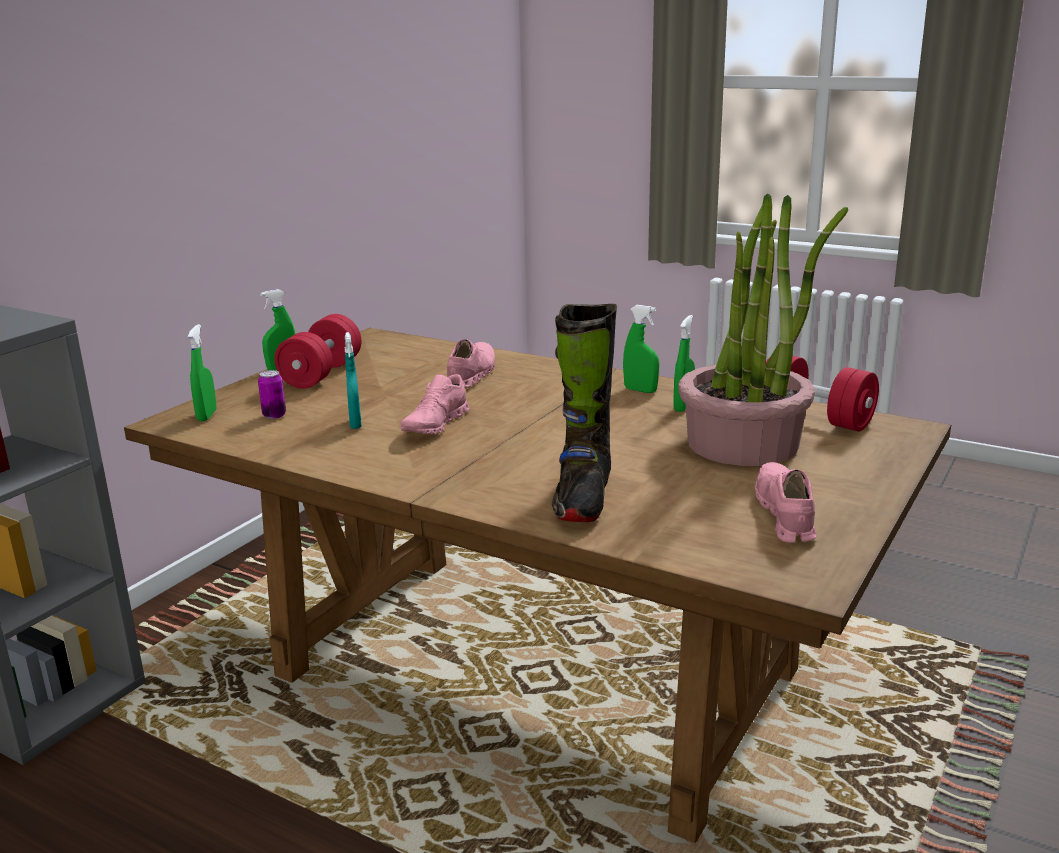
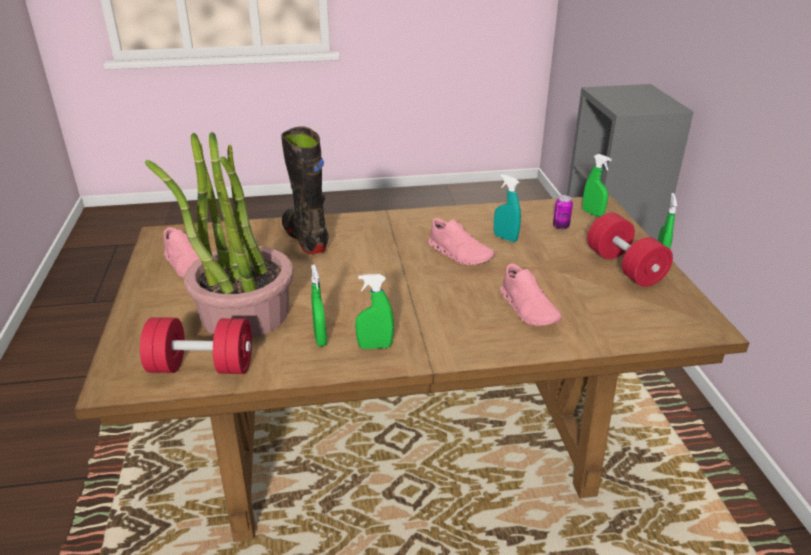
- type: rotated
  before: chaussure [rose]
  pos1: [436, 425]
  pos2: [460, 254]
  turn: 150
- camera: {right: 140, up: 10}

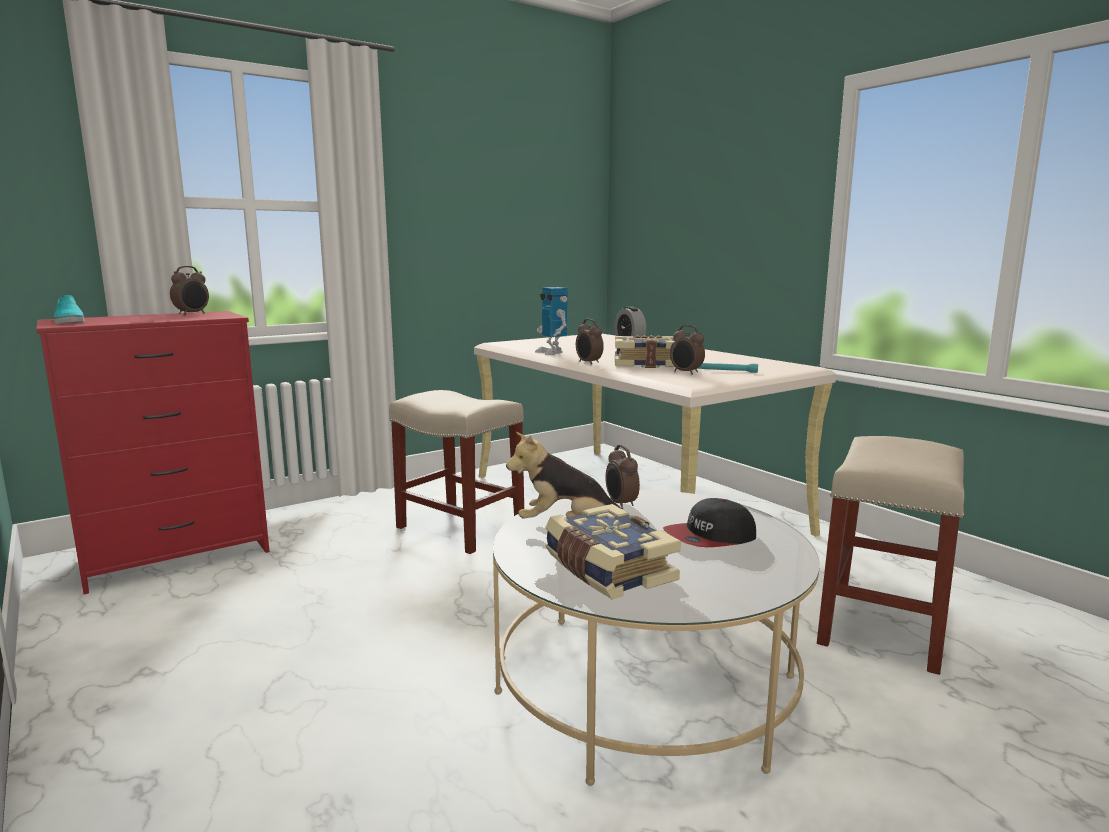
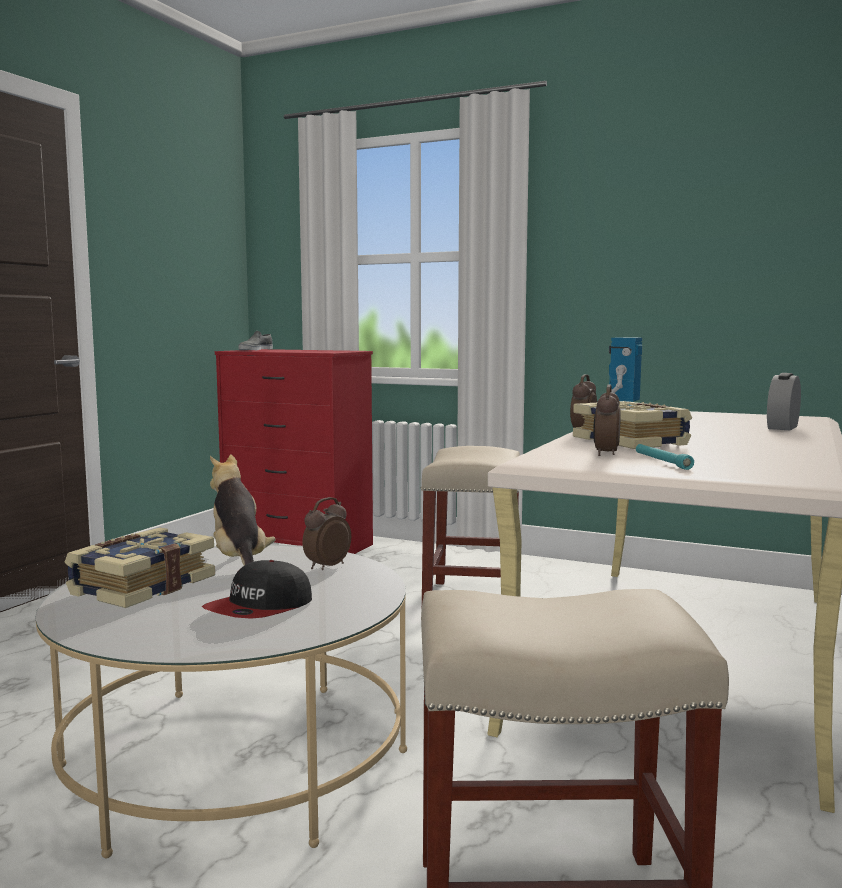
- type: gone
  before: réveil
  pos1: [192, 314]
- type: repainted
  before: chaussure [turquoise]
  after: chaussure [gris]
  pos1: [69, 321]
  pos2: [255, 350]
- type: rotated
  before: casquette
  pos1: [710, 537]
  pos2: [260, 608]
  turn: -90
- camera: {right: 60, up: -5}

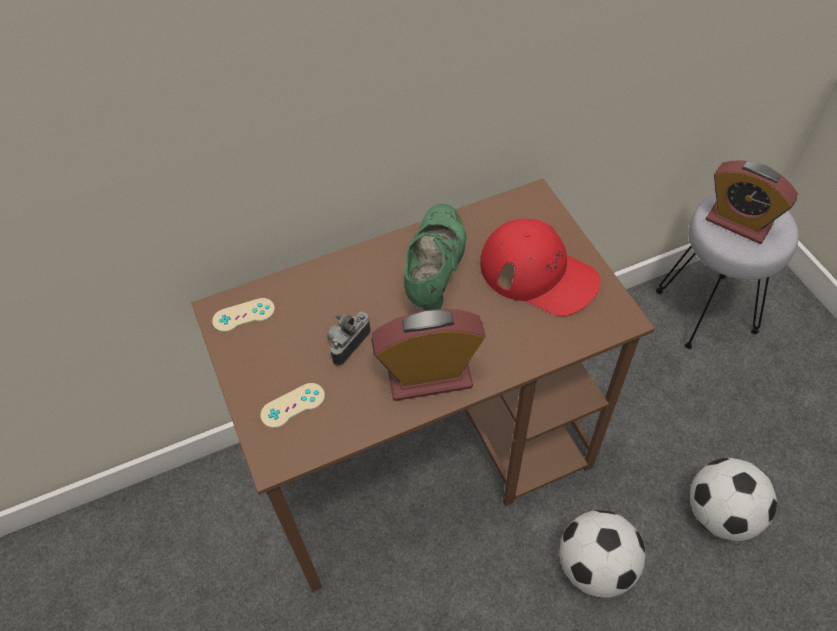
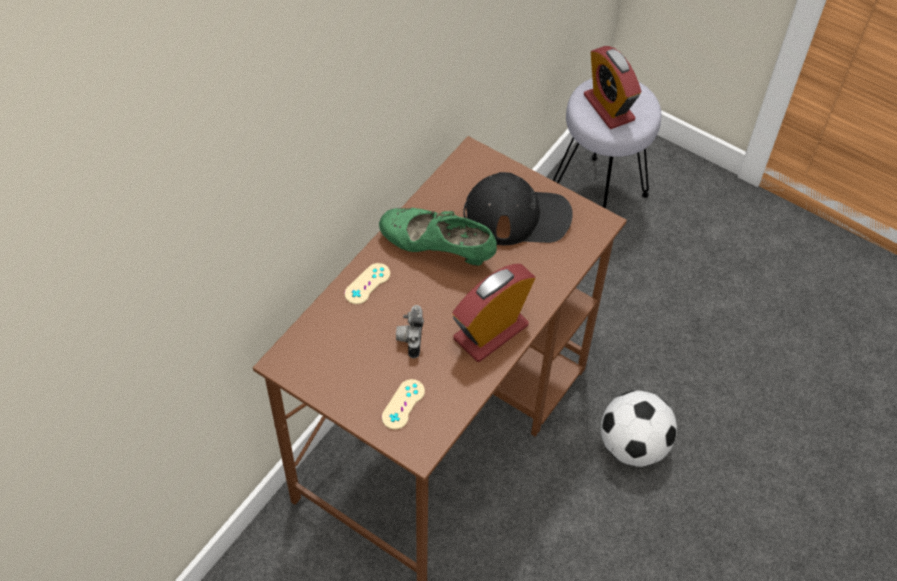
- type: gone
  before: ballon de foot
  pos1: [721, 513]
- type: shifted
  before: manette [beige]
  pos1: [243, 315]
  pos2: [367, 284]
- type: repainted
  before: casquette [rouge]
  after: casquette [noir]
  pos1: [538, 273]
  pos2: [517, 216]
- type: rotated
  before: chaussure [vert]
  pos1: [435, 272]
  pos2: [437, 250]
  turn: -45
- type: rotated
  before: réveil
  pos1: [738, 222]
  pos2: [608, 107]
  turn: 60
- camera: {right: -35, up: 0}

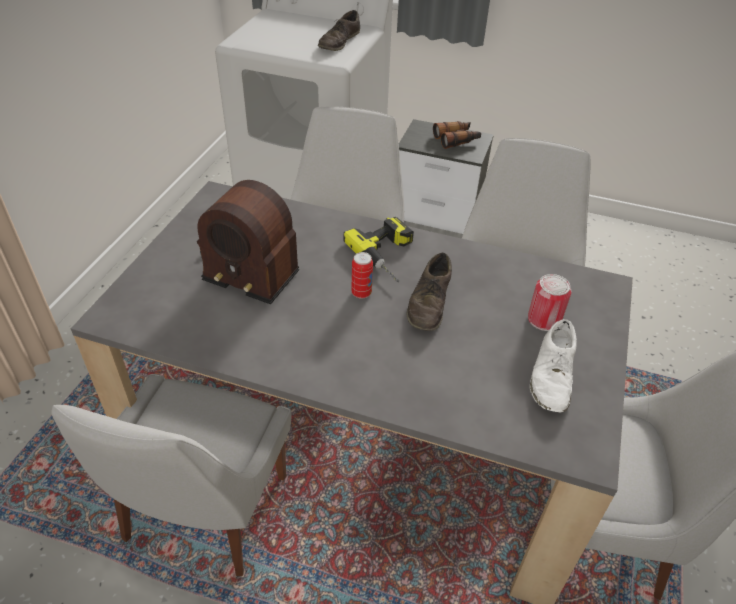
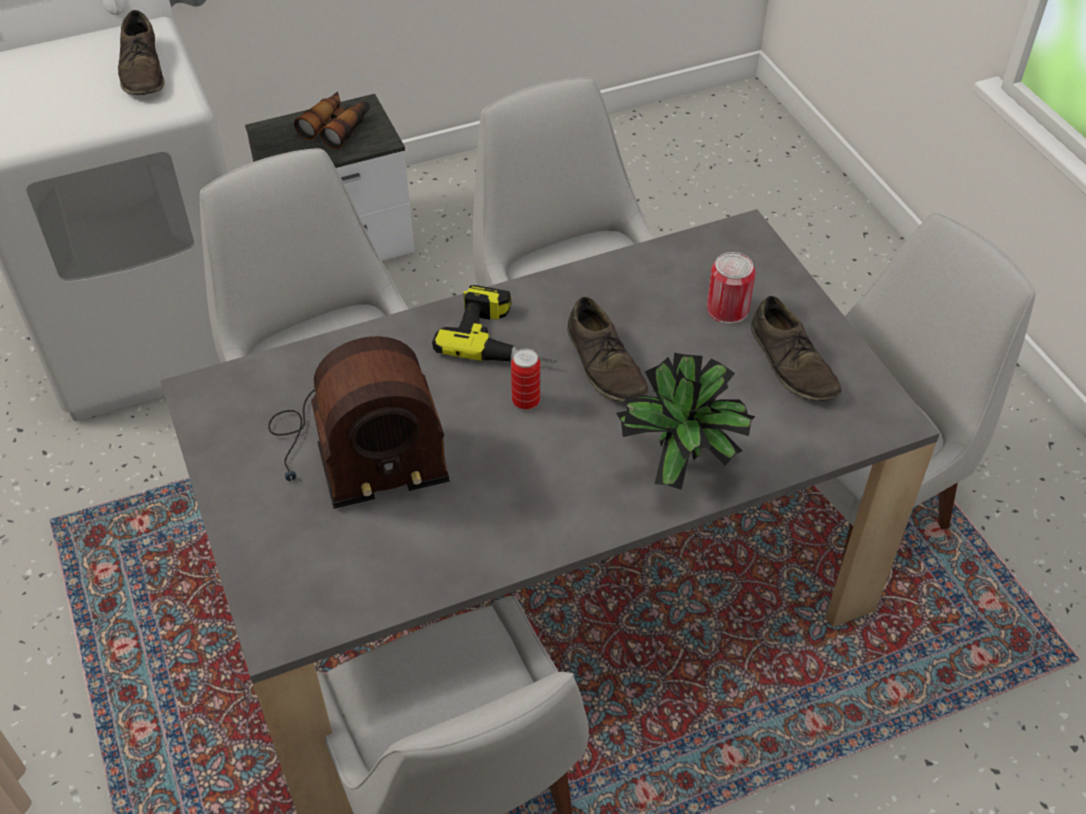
- type: new
  after: plante en pot
  pos2: [681, 468]
- type: repainted
  before: chaussure [blanc]
  after: chaussure [marron]
  pos1: [552, 375]
  pos2: [792, 363]
- camera: {right: -40, up: 5}

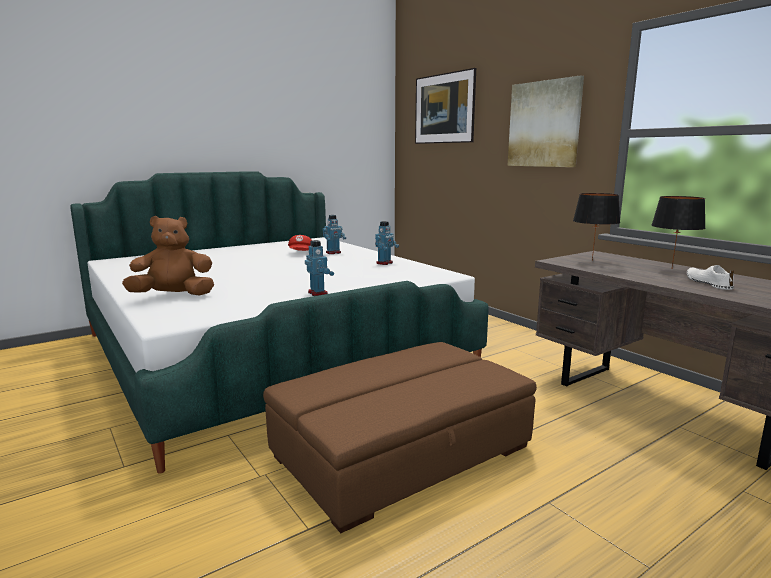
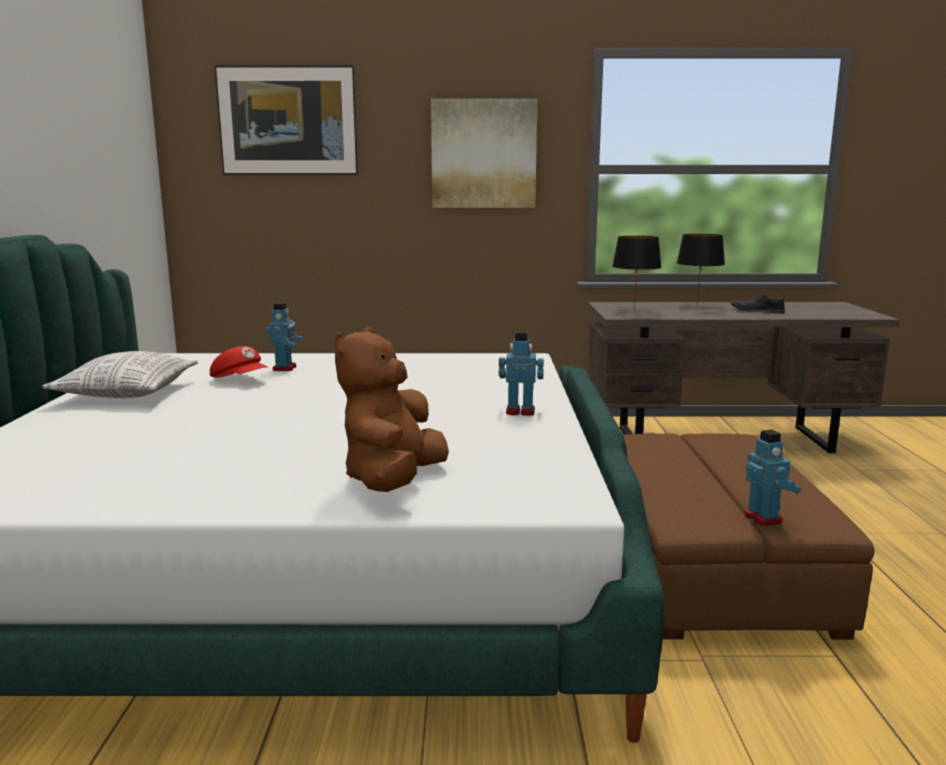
- type: new
  after: coussin
  pos2: [127, 393]
- type: shifted
  before: robot jouet
  pos1: [385, 263]
  pos2: [764, 518]
- type: repainted
  before: chaussure [blanc]
  after: chaussure [noir]
  pos1: [708, 283]
  pos2: [756, 311]
- camera: {right: -55, up: 0}

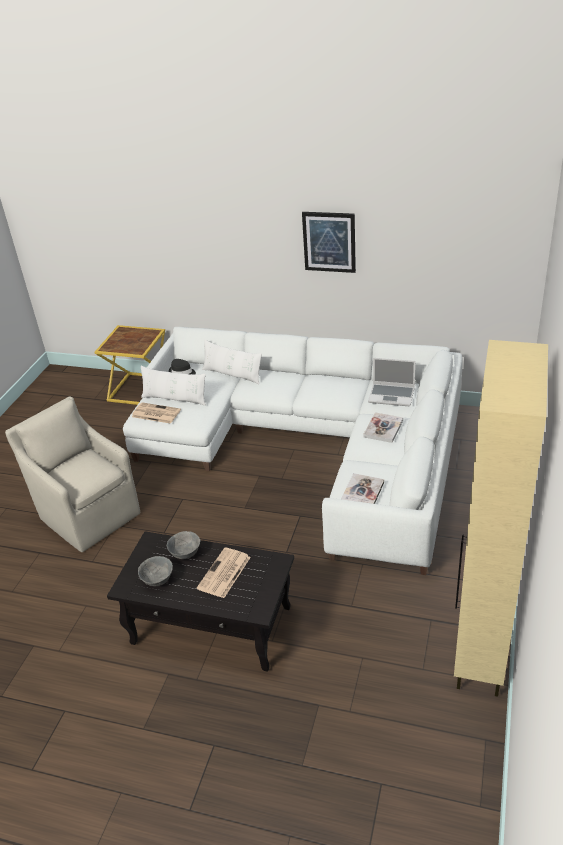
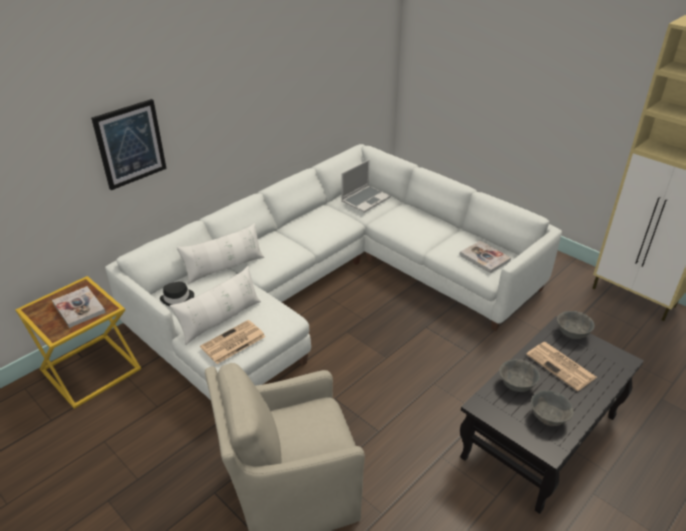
- type: new
  after: bol [gris]
  pos2: [572, 333]
- type: shifted
  before: tableau
  pos1: [329, 242]
  pos2: [130, 144]
- type: shifted
  before: livre
  pos1: [383, 428]
  pos2: [79, 308]
- camera: {right: -65, up: 0}

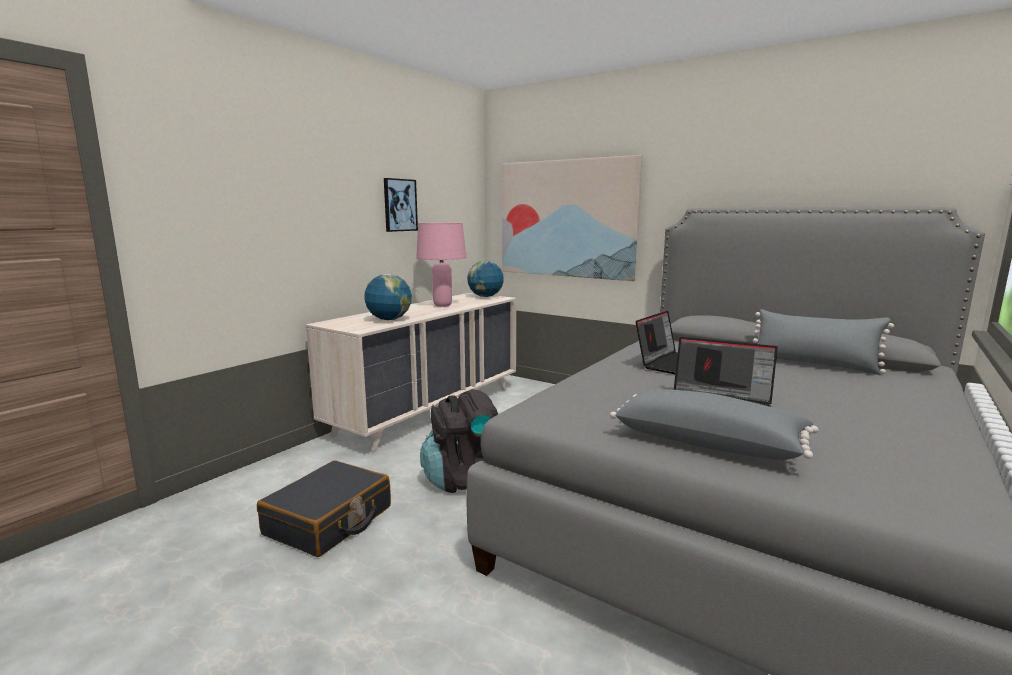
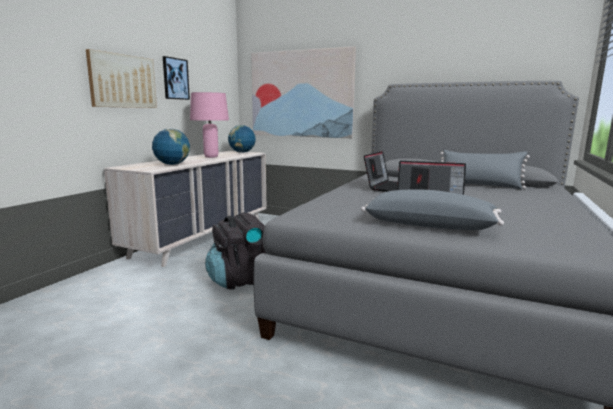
- type: gone
  before: valise [noir]
  pos1: [329, 521]
- type: new
  after: tableau
  pos2: [122, 81]
- camera: {right: -10, up: 0}

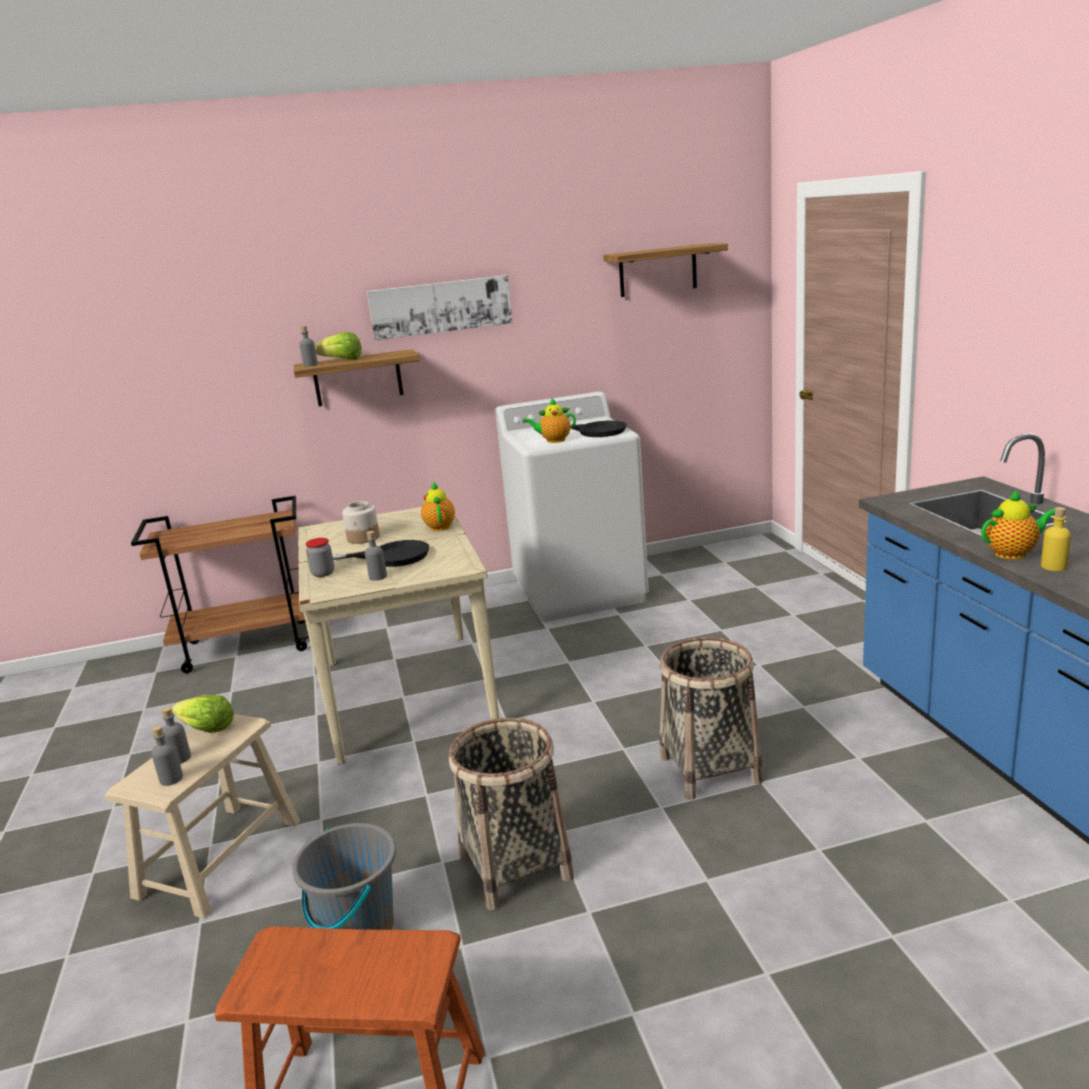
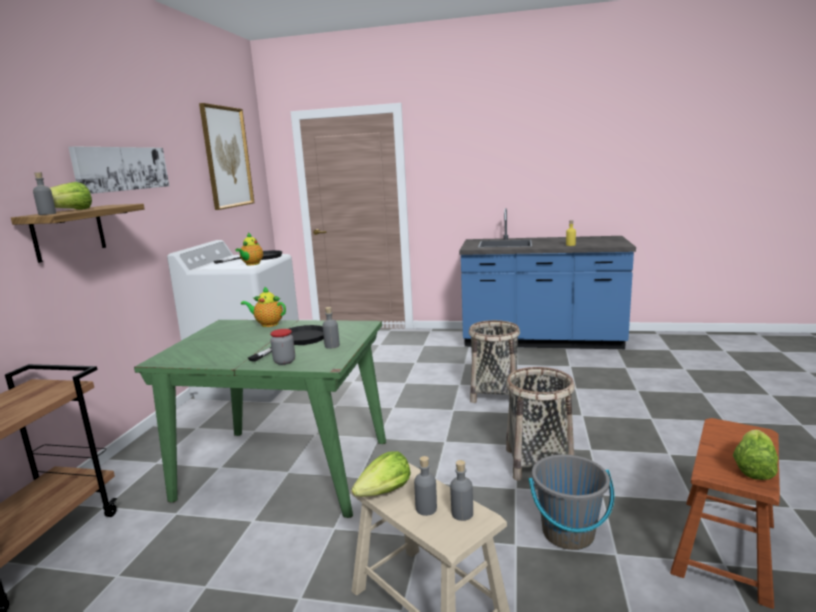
- type: gone
  before: bocal
  pos1: [363, 538]
- type: gone
  before: théière
  pos1: [1013, 553]
- type: new
  after: laitue
  pos2: [753, 468]
- type: swapped
  before: étagère
  after: tableau
  pos1: [657, 270]
  pos2: [227, 157]
- type: repainted
  before: table à manger [beige]
  after: table à manger [vert]
  pos1: [408, 693]
  pos2: [287, 469]
- camera: {right: -65, up: -5}

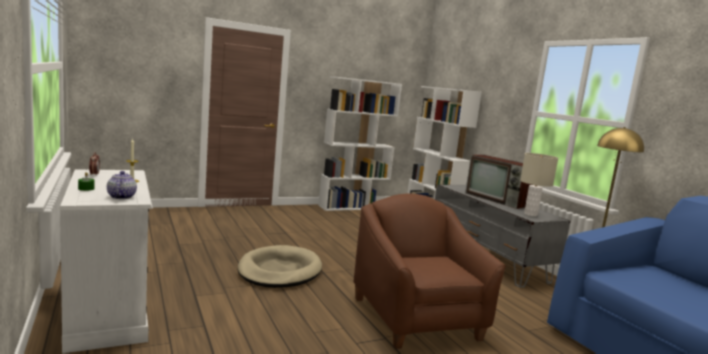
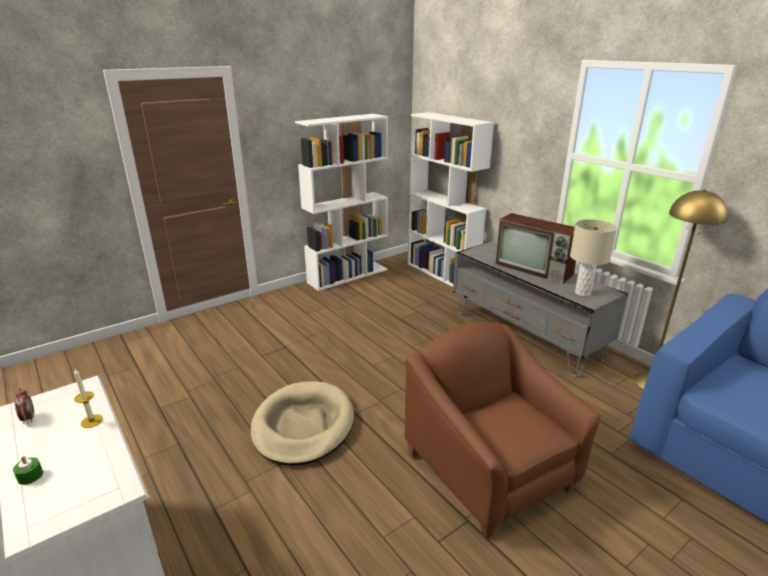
- type: gone
  before: théière
  pos1: [121, 196]
- camera: {right: -10, up: 15}

